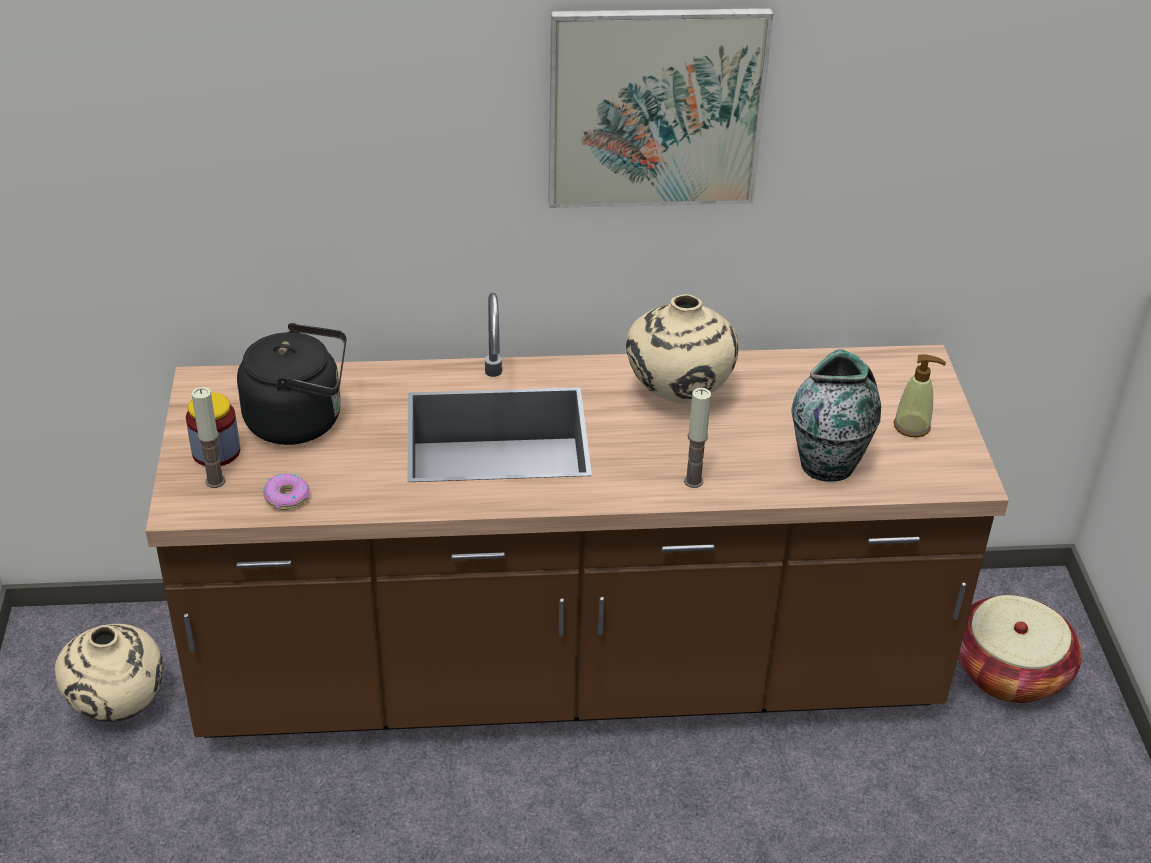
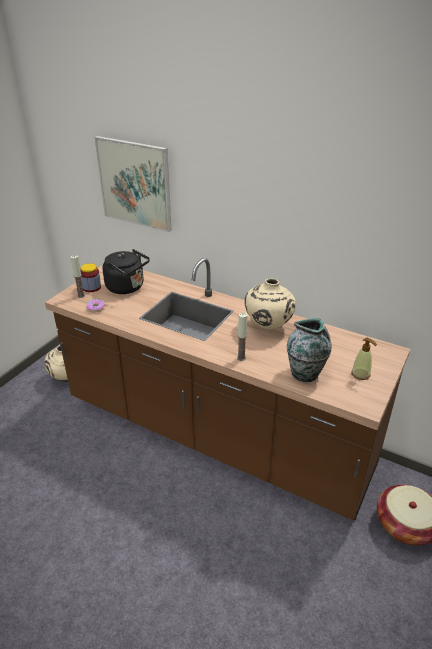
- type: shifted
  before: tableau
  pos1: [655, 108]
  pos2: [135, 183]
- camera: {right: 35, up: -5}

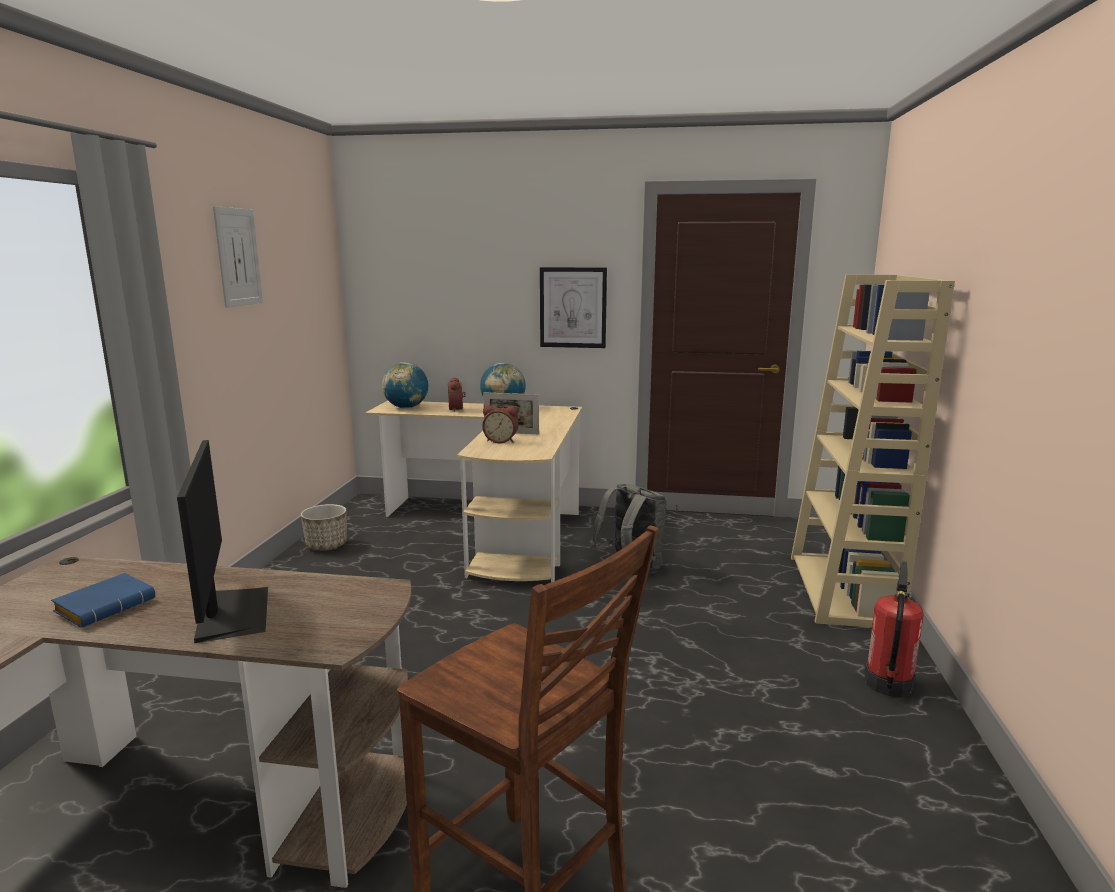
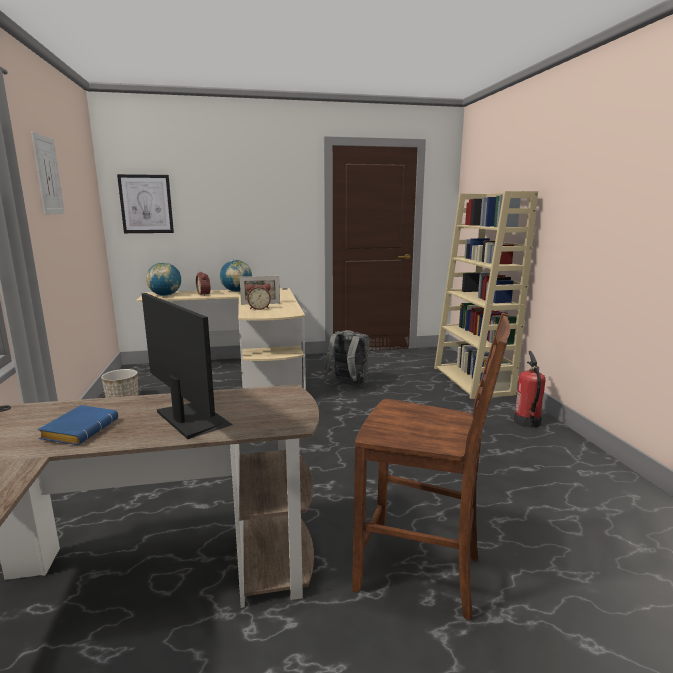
- type: shifted
  before: tableau
  pos1: [573, 307]
  pos2: [146, 204]
- camera: {right: -20, up: 0}

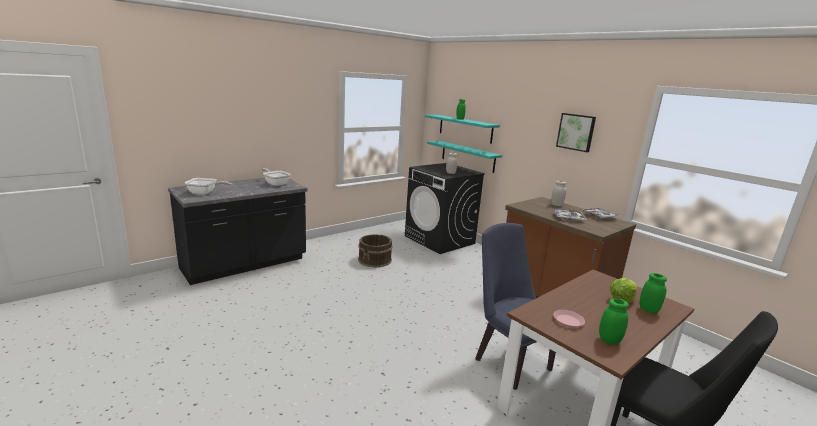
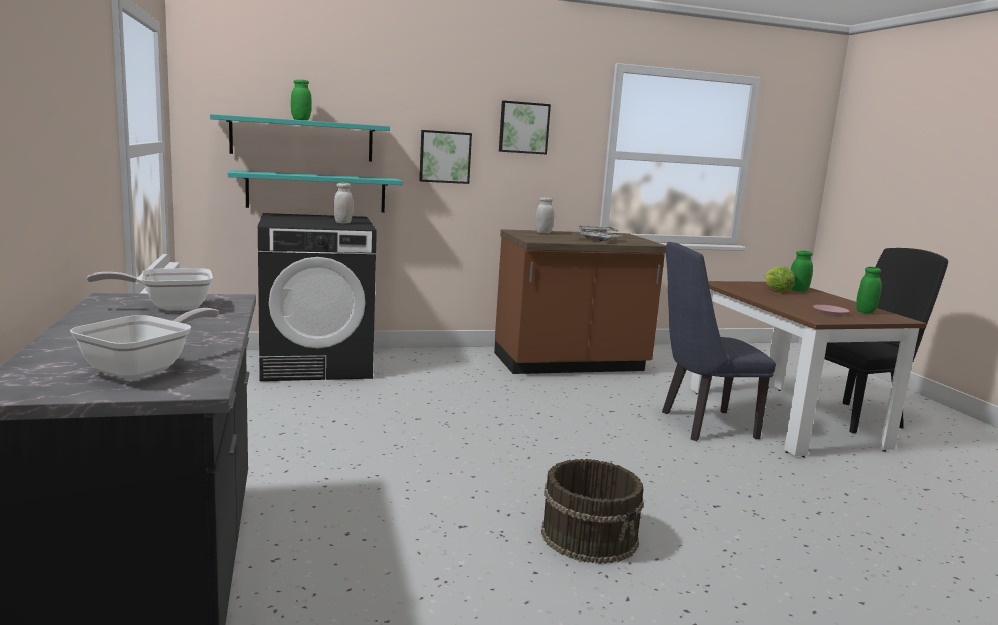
- type: new
  after: tableau
  pos2: [445, 157]
- type: shifted
  before: seau [marron]
  pos1: [375, 260]
  pos2: [590, 535]
- camera: {right: -65, up: -5}

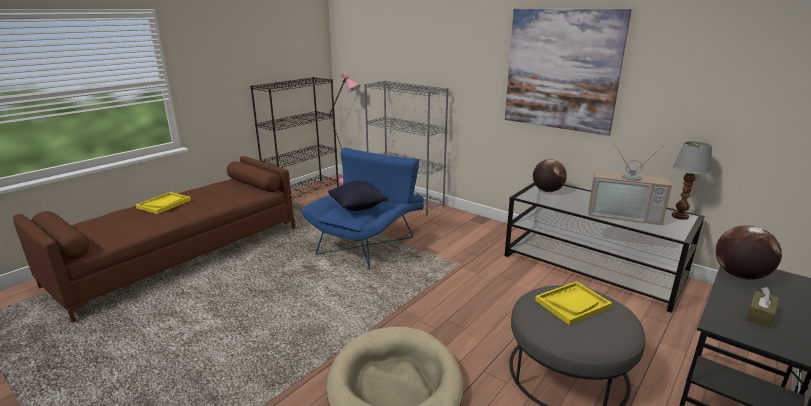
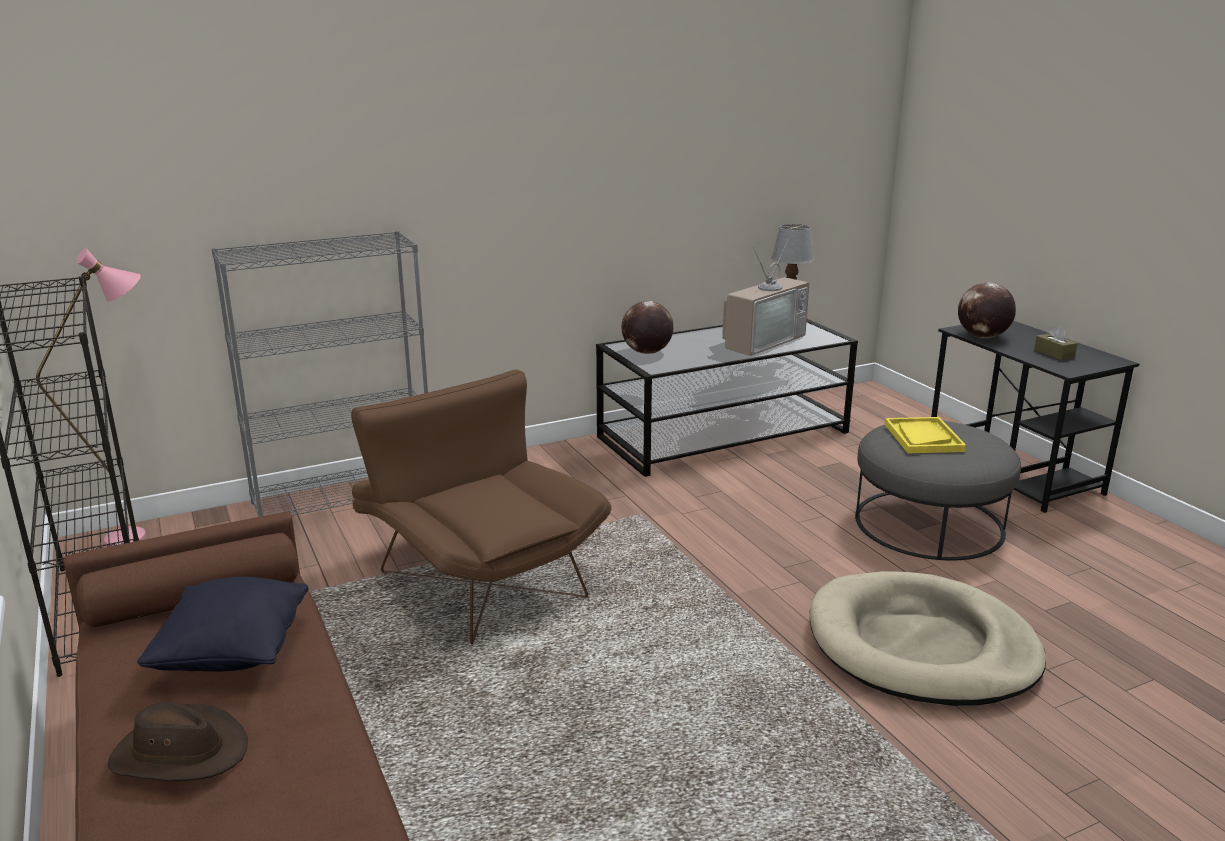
- type: gone
  before: tableau
  pos1: [561, 70]
- type: shifted
  before: coussin [noir]
  pos1: [357, 207]
  pos2: [233, 654]
- type: swapped
  before: plateau [jaune]
  after: chapeau [marron]
  pos1: [164, 204]
  pos2: [180, 752]
- type: repainted
  before: fauteuil [bleu]
  after: fauteuil [marron]
  pos1: [368, 242]
  pos2: [477, 576]
- camera: {right: -65, up: 0}

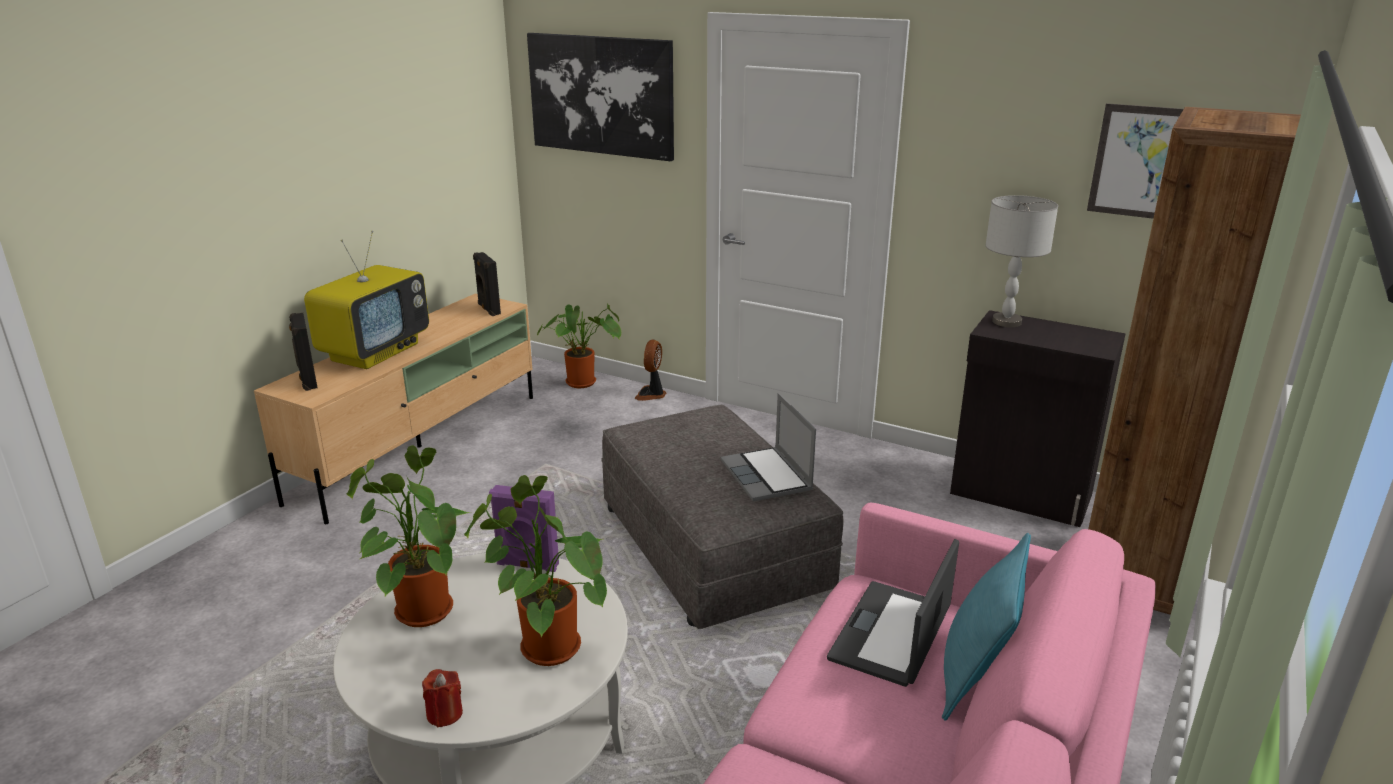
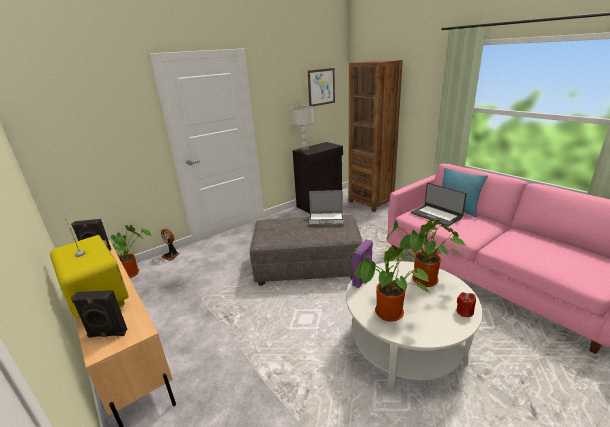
- type: gone
  before: tableau
  pos1: [601, 95]
- camera: {right: -65, up: 0}

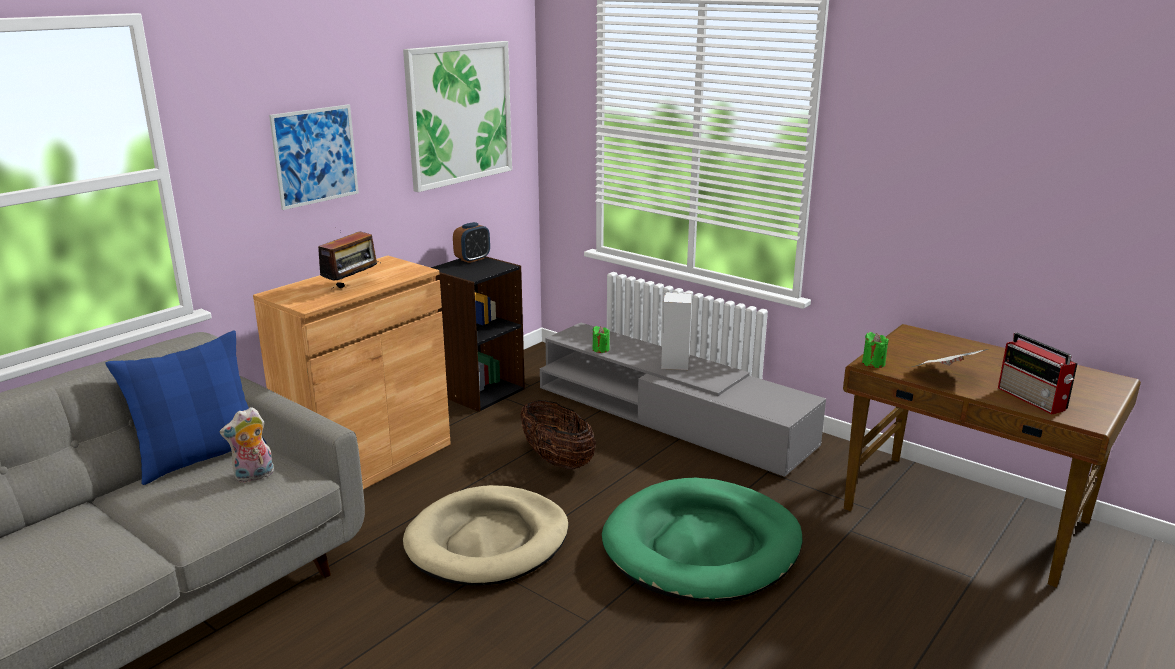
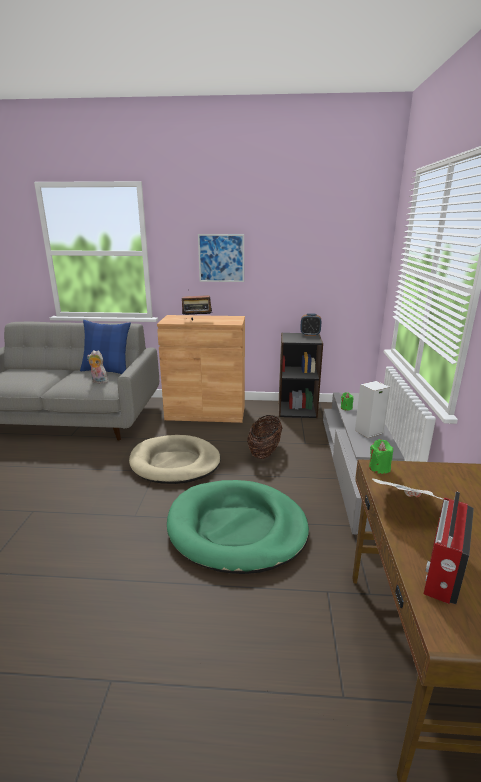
- type: gone
  before: tableau
  pos1: [459, 114]
- camera: {right: 55, up: 0}

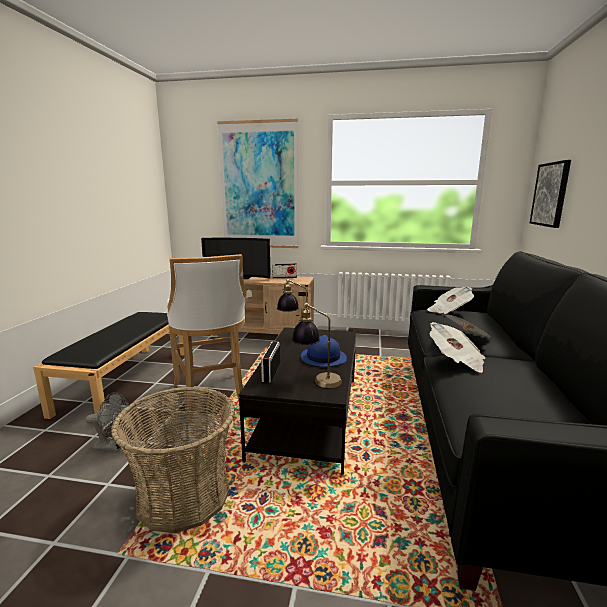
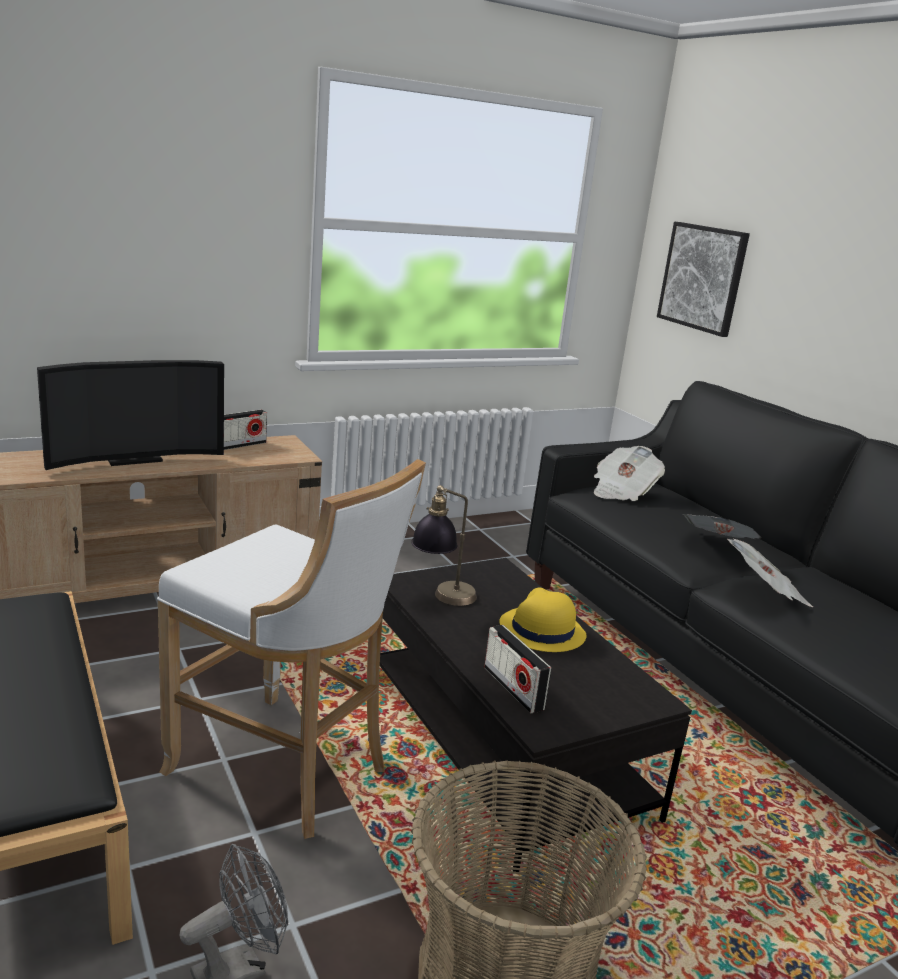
- type: gone
  before: tableau
  pos1: [259, 186]
- type: gone
  before: lampe de table
  pos1: [316, 379]
- type: repainted
  before: chapeau [bleu]
  after: chapeau [jaune]
  pos1: [323, 358]
  pos2: [541, 631]
- camera: {right: -40, up: 5}

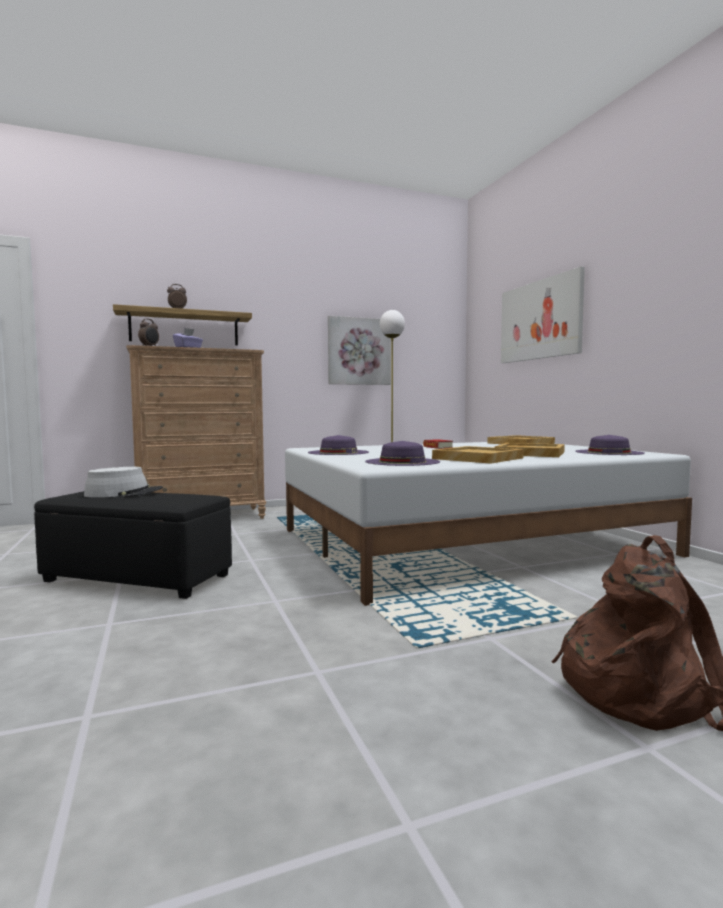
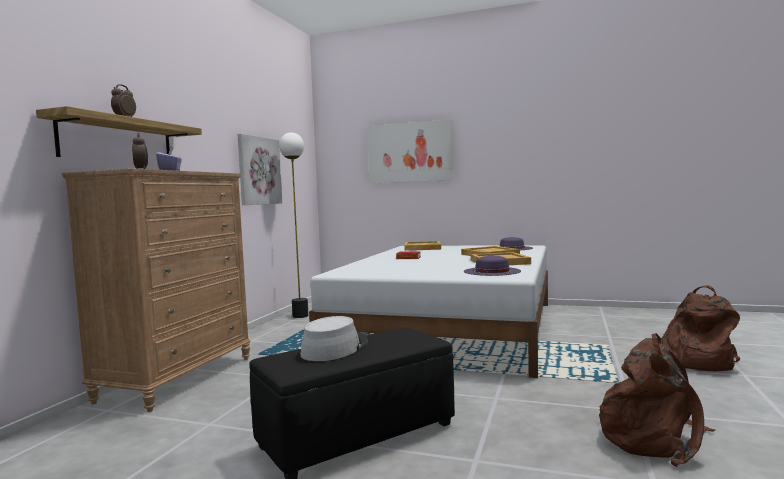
- type: gone
  before: chapeau [violet]
  pos1: [338, 452]
- type: new
  after: sac à dos [marron]
  pos2: [654, 438]
- camera: {right: -50, up: 0}

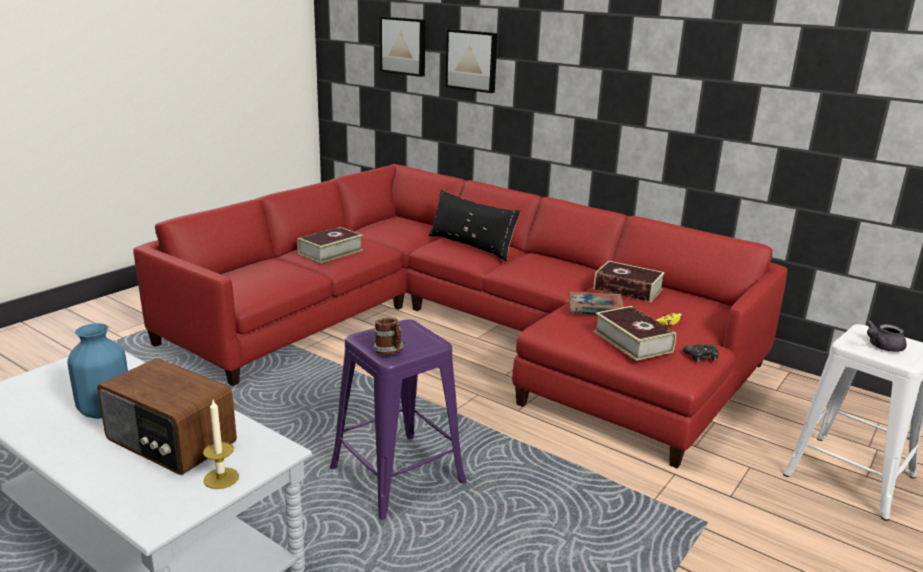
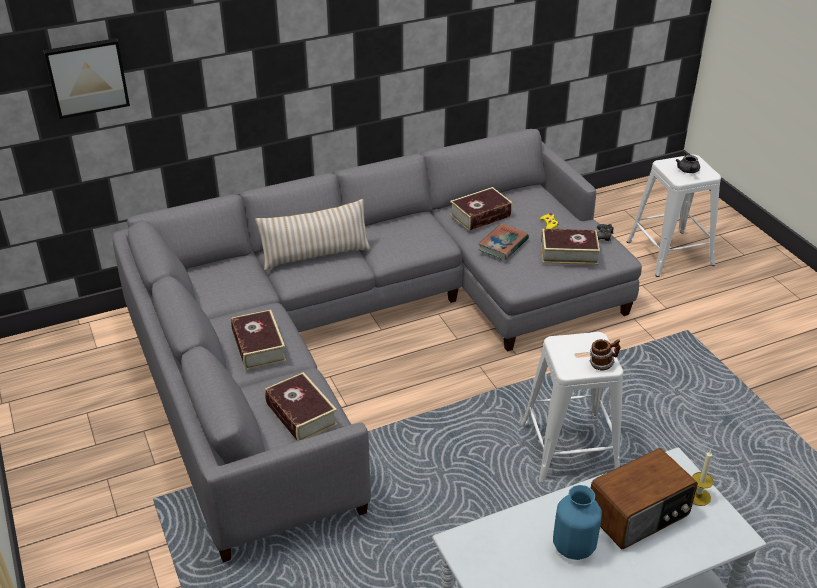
- type: gone
  before: tableau
  pos1: [472, 60]
- type: new
  after: livre
  pos2: [301, 414]
- type: repainted
  before: canapé [rouge]
  after: canapé [gris]
  pos1: [465, 331]
  pos2: [363, 331]
- type: repainted
  before: tabouret [violet]
  after: tabouret [blanc]
  pos1: [397, 476]
  pos2: [569, 448]
- type: repainted
  before: coussin [noir]
  after: coussin [beige]
  pos1: [471, 246]
  pos2: [315, 255]
- camera: {right: -60, up: 15}

